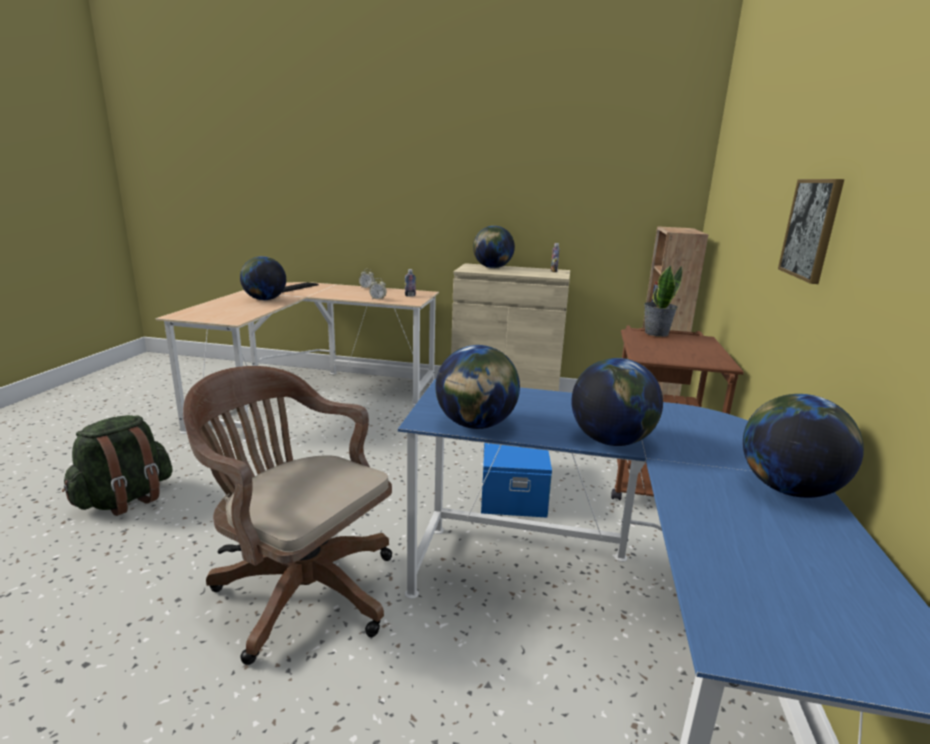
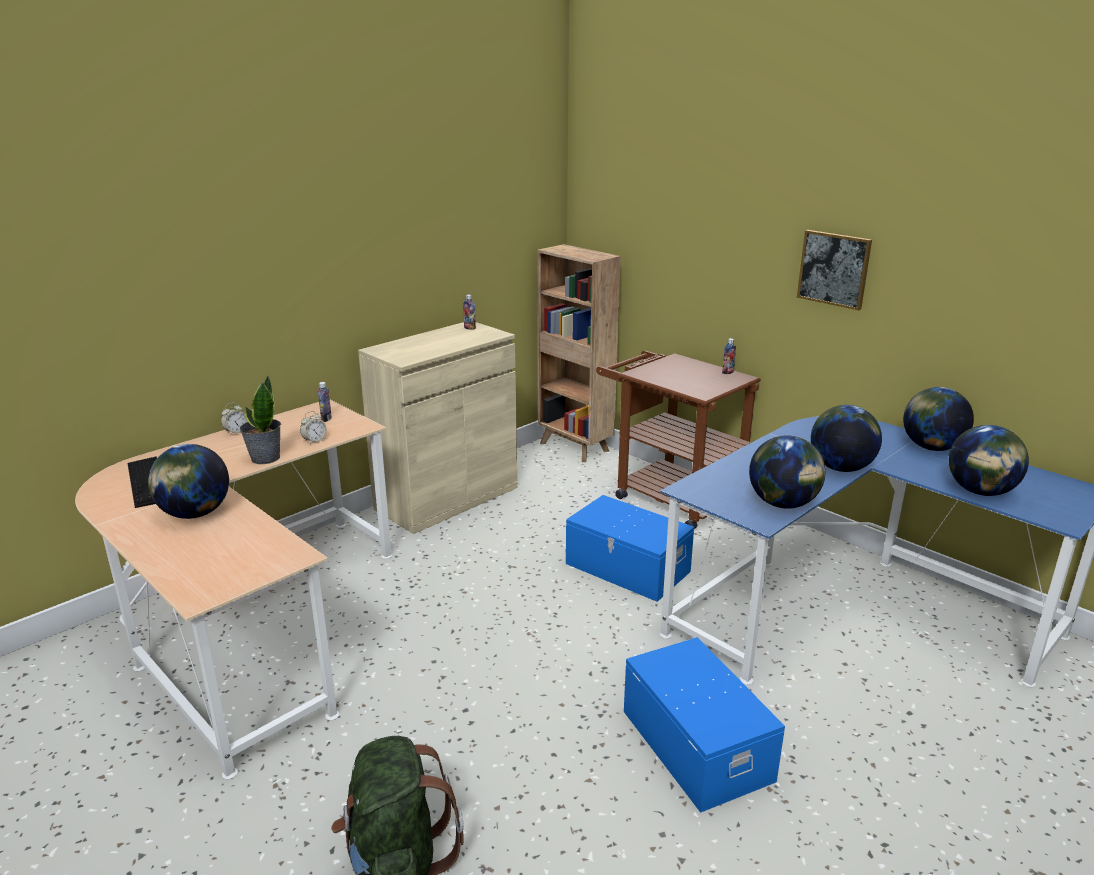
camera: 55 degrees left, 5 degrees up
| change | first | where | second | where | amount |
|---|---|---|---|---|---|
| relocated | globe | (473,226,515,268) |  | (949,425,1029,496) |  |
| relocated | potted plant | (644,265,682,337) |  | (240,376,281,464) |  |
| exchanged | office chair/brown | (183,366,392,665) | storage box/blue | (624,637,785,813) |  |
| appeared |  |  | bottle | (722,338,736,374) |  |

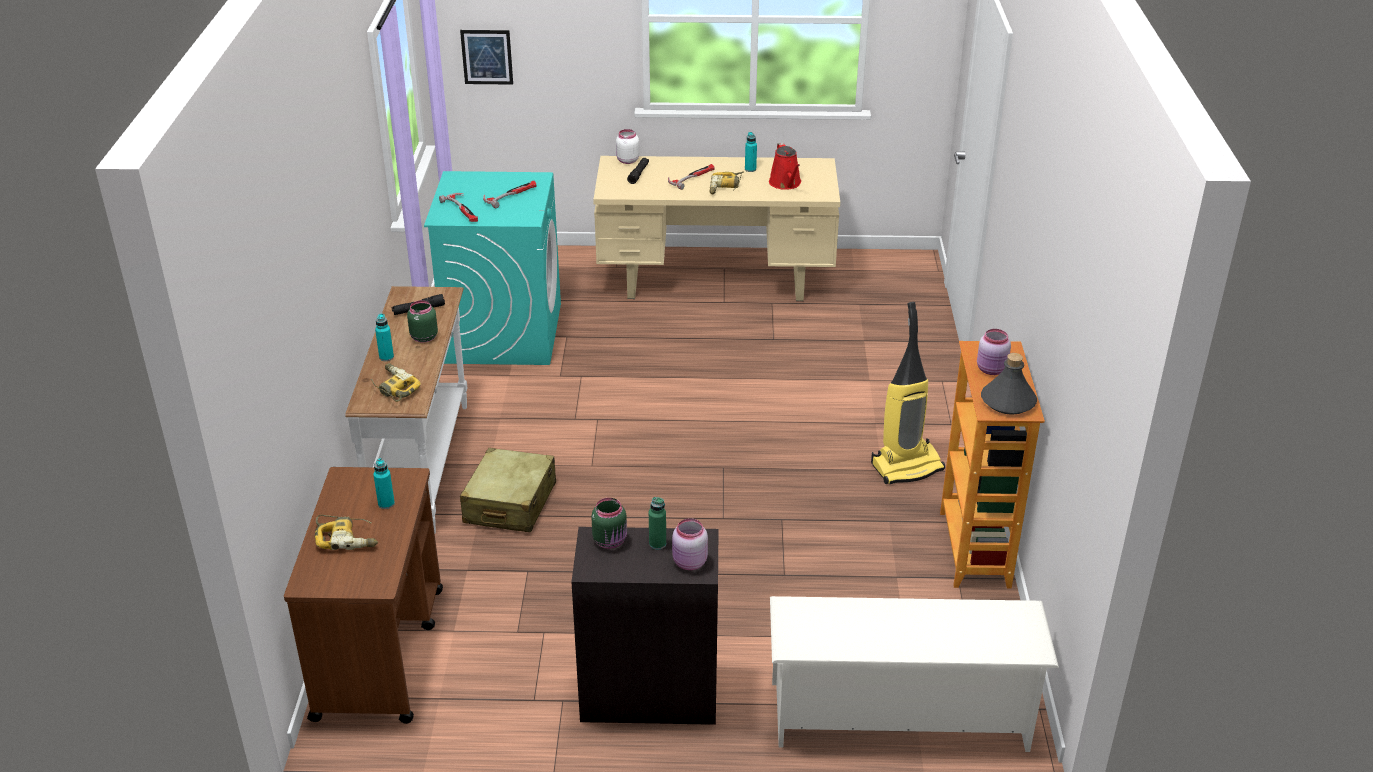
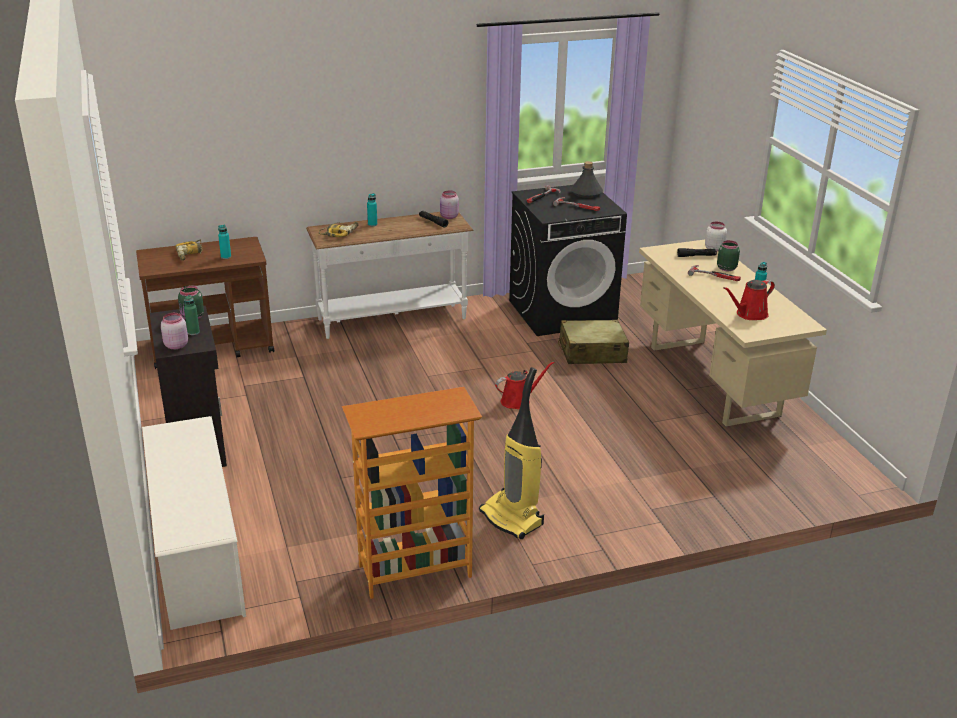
camera: 70 degrees right, 5 degrees down
| change | first | where | second | where | amount |
|---|---|---|---|---|---|
| missing | picture | (460,30,513,85) |  |  |  |
| colour | washing machine/turquoise | (424,171,561,365) | washing machine/black | (509,185,627,336) |  |
| missing | power drill | (709,171,744,194) |  |  |  |
| relocated | jar/green | (407,300,438,343) |  | (717,240,740,271) |  |
| relocated | jar/pink | (977,329,1011,375) |  | (440,190,459,219) |  |
| relocated | bottle/grey | (981,353,1037,415) |  | (571,161,603,198) |  |
| relocated | suitcase/beige | (460,448,556,532) |  | (558,320,629,364) |  |
| appeared |  |  | watering can/red | (495,361,554,409) |  |

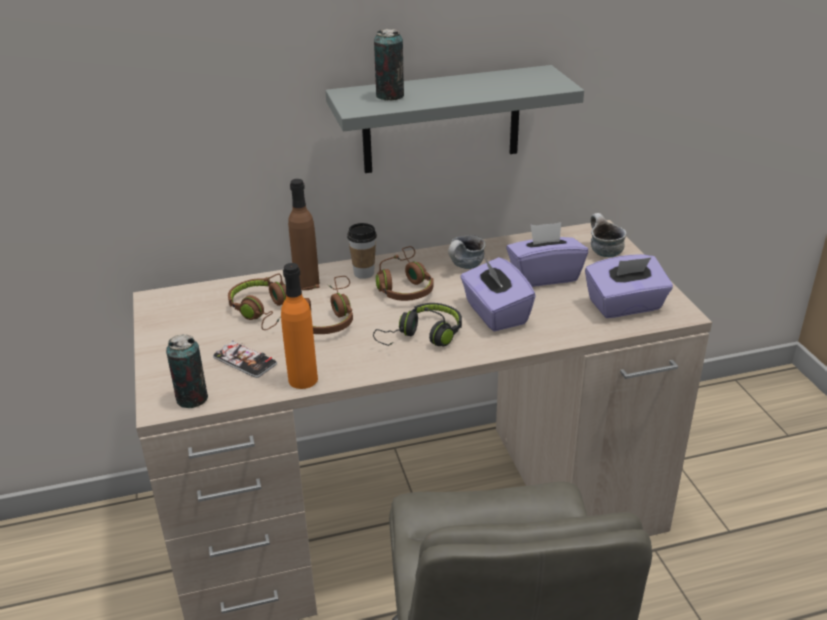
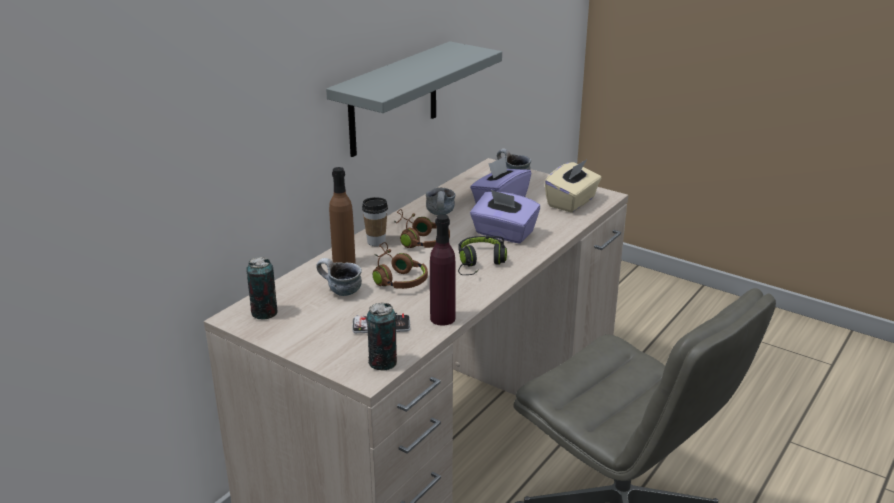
camera: 40 degrees left, 5 degrees down
| change | first | where | second | where | amount |
|---|---|---|---|---|---|
| relocated | can | (374,29,404,100) |  | (246,257,278,319) |  |
| colour | tissue box/purple | (585,254,673,318) | tissue box/beige | (544,160,601,213) |  |
| colour | bottle/orange | (281,263,318,389) | bottle/purple | (430,214,456,326) |  |
| exchanged | headphones/brown | (228,274,286,330) | mug | (316,258,362,296) |  |

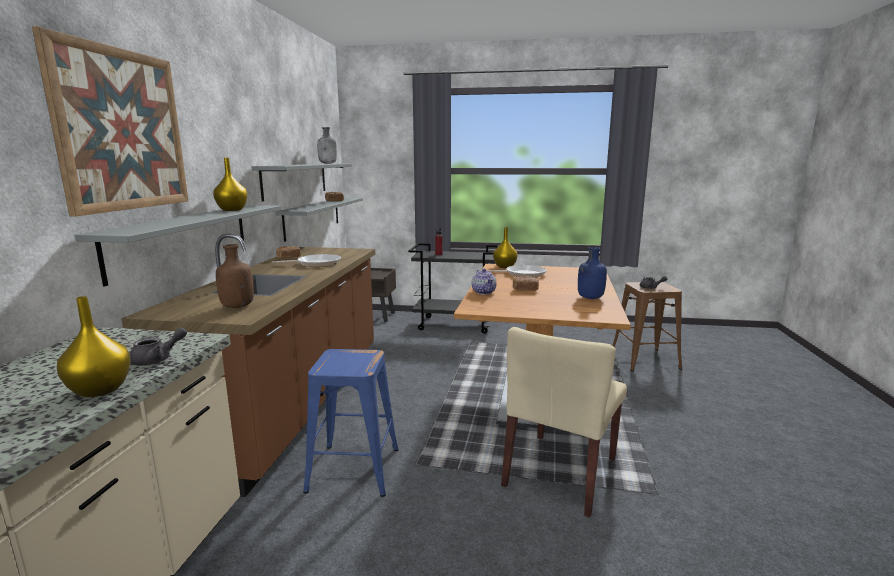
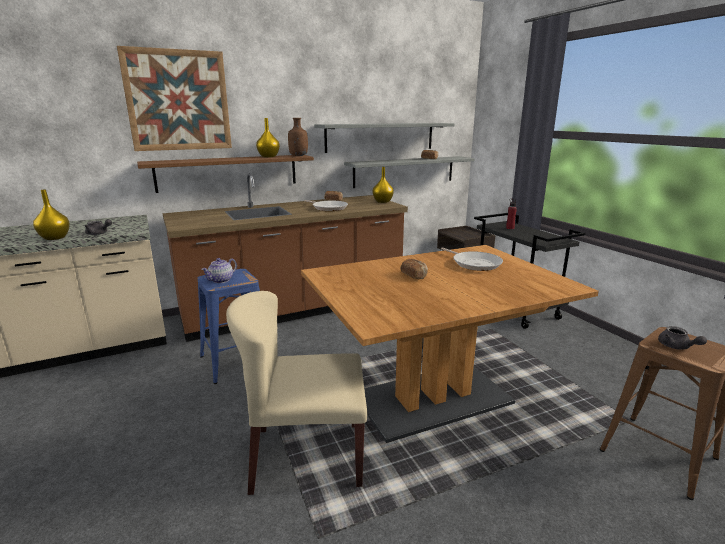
camera: 55 degrees right, 5 degrees up
| change | first | where | second | where | amount |
|---|---|---|---|---|---|
| missing | bottle/grey | (317,127,337,164) |  |  |  |
| colour | shelf/grey | (75,205,281,286) | shelf/brown | (137,155,314,193) |  |
| relocated | vase/yellow | (493,227,517,268) |  | (373,167,394,203) |  |
| relocated | bottle/brown | (216,244,254,308) |  | (288,118,308,156) |  |
| missing | bottle/blue | (578,247,607,299) |  |  |  |
| relocated | teapot | (472,269,497,295) |  | (201,258,237,283) |  |

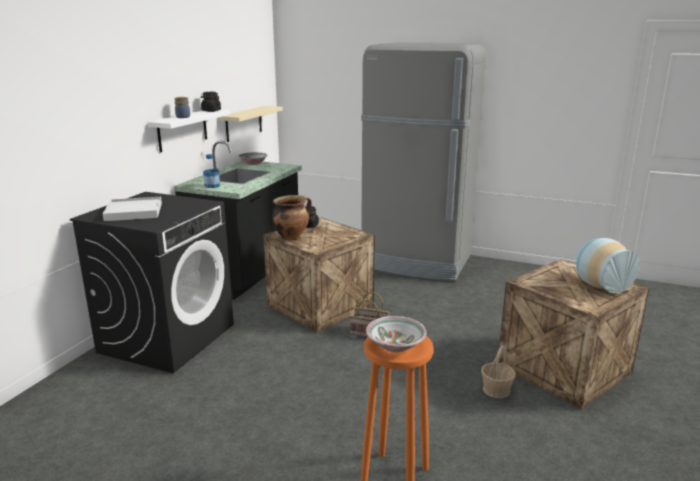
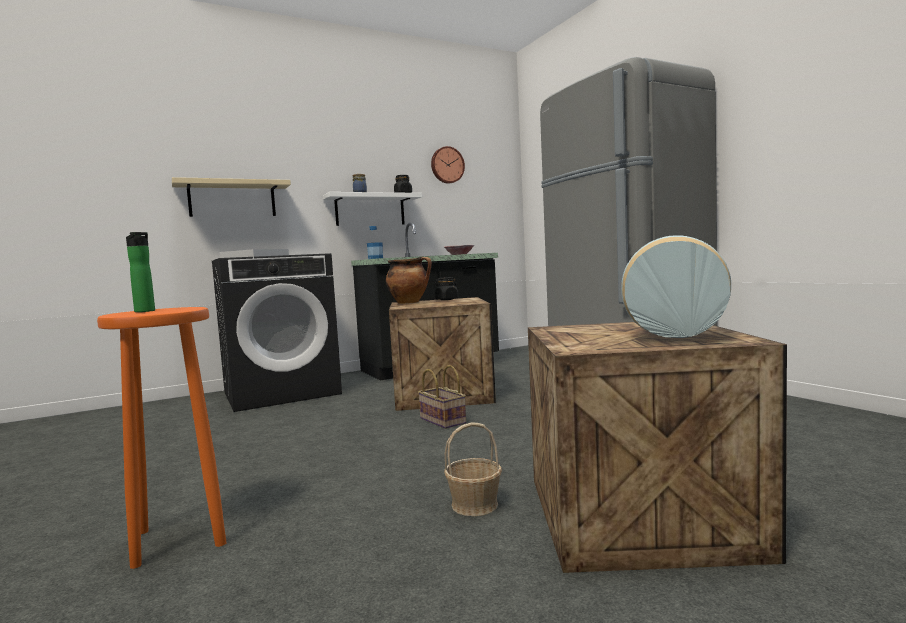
camera: 40 degrees right, 15 degrees down
| change | first | where | second | where | amount |
|---|---|---|---|---|---|
| relocated | shelf/beige | (219,106,283,142) |  | (172,177,291,217) |  |
| exchanged | bowl | (366,316,427,352) | bottle | (126,232,155,312) |  |
| appeared |  |  | wall clock | (431,146,465,184) |  |

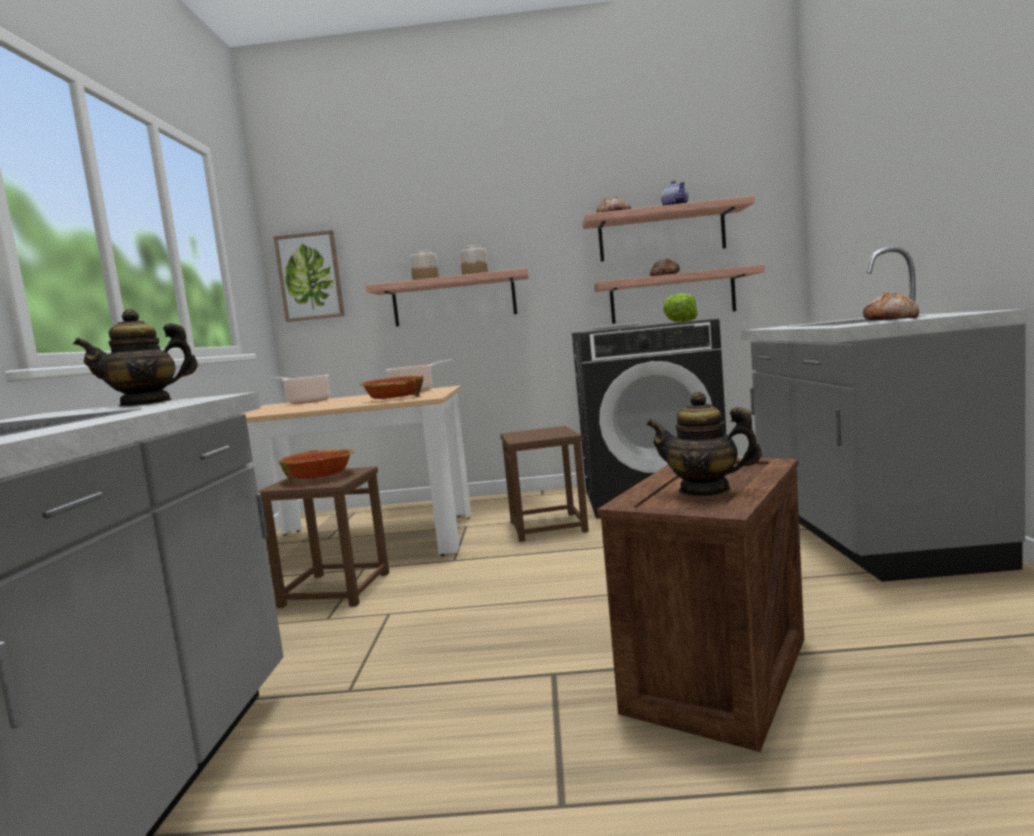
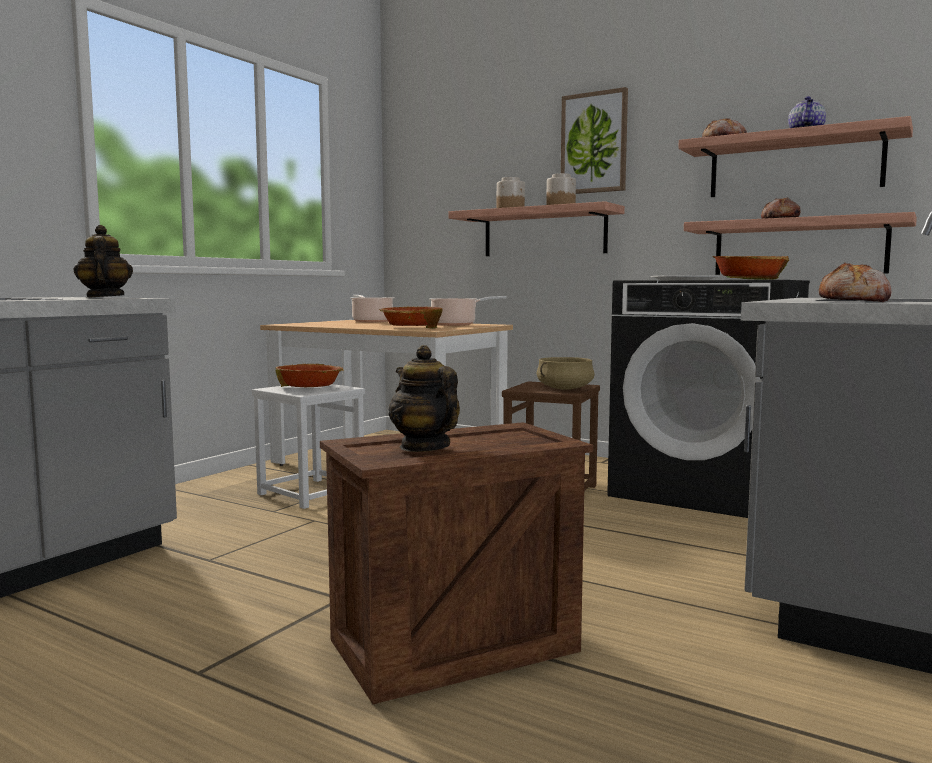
camera: 30 degrees right, 0 degrees up
| change | first | where | second | where | amount |
|---|---|---|---|---|---|
| relocated | picture | (274,230,345,322) |  | (561,87,628,194) |  |
| exchanged | lettuce | (663,293,698,322) | bowl | (712,256,789,280) |  |
| spun | teapot | (73,309,198,407) |  | (74,225,133,298) | 75 degrees clockwise |
| colour | stool/brown | (258,467,389,608) | stool/white | (252,384,365,509) |  |
| appeared |  |  | cooking pot/beige | (537,357,595,390) |  |

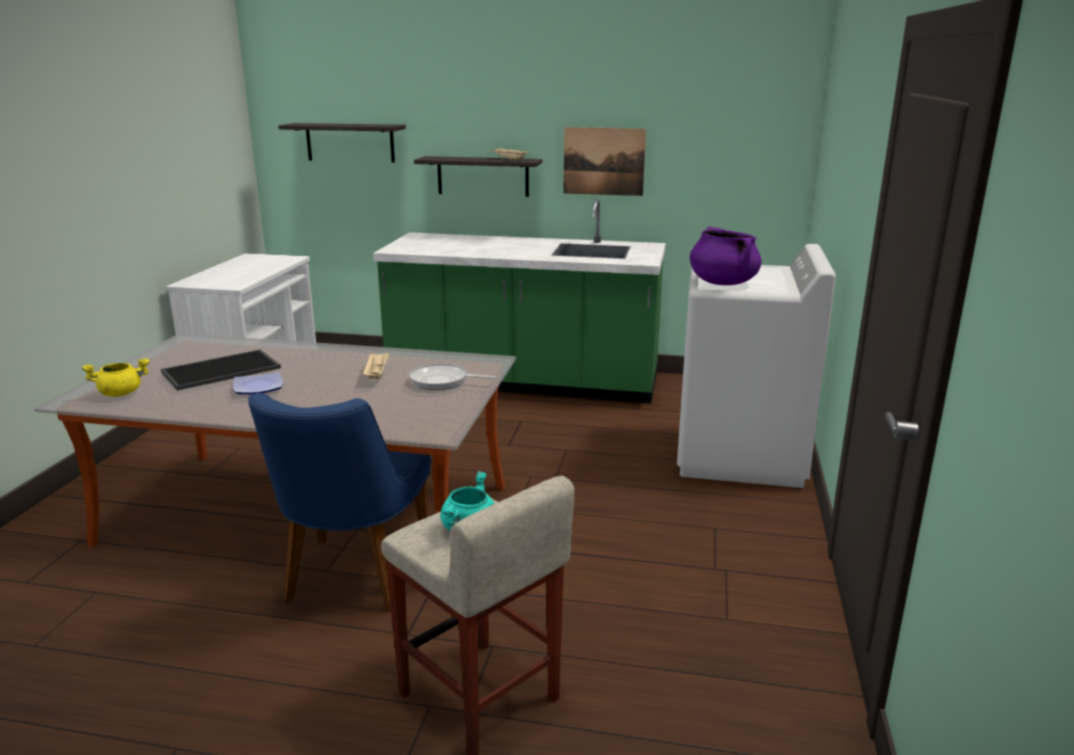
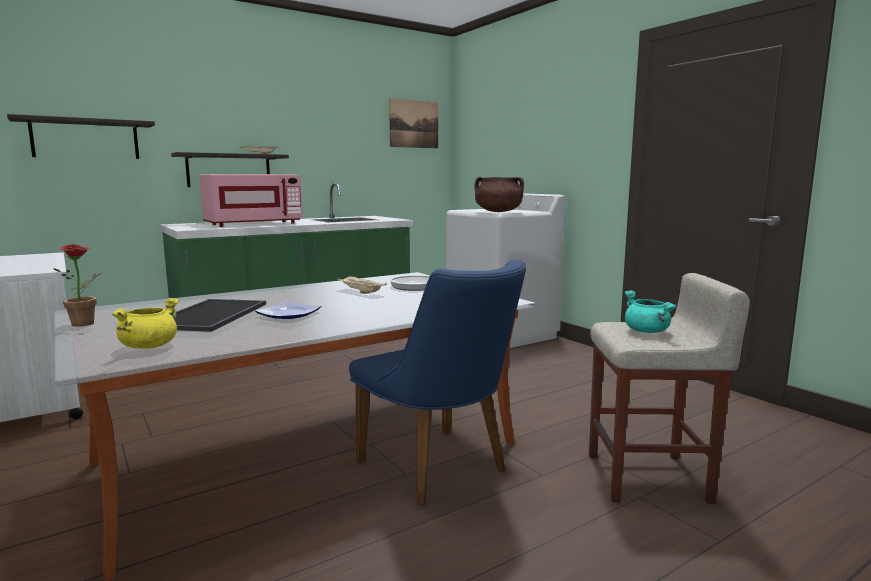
camera: 45 degrees left, 10 degrees down
| change | first | where | second | where | amount |
|---|---|---|---|---|---|
| relocated | picture | (563,127,646,196) |  | (389,98,438,149) |  |
| colour | cooking pot/purple | (690,226,762,285) | cooking pot/brown | (475,177,524,212) |  |
| appeared |  |  | microwave/pink | (200,174,302,227) |  |
| appeared |  |  | potted plant | (53,244,102,327) |  |

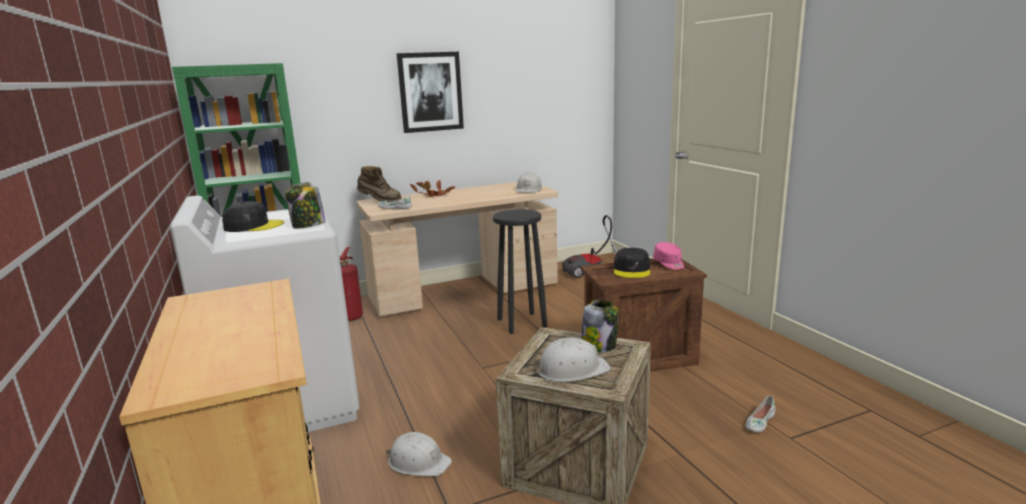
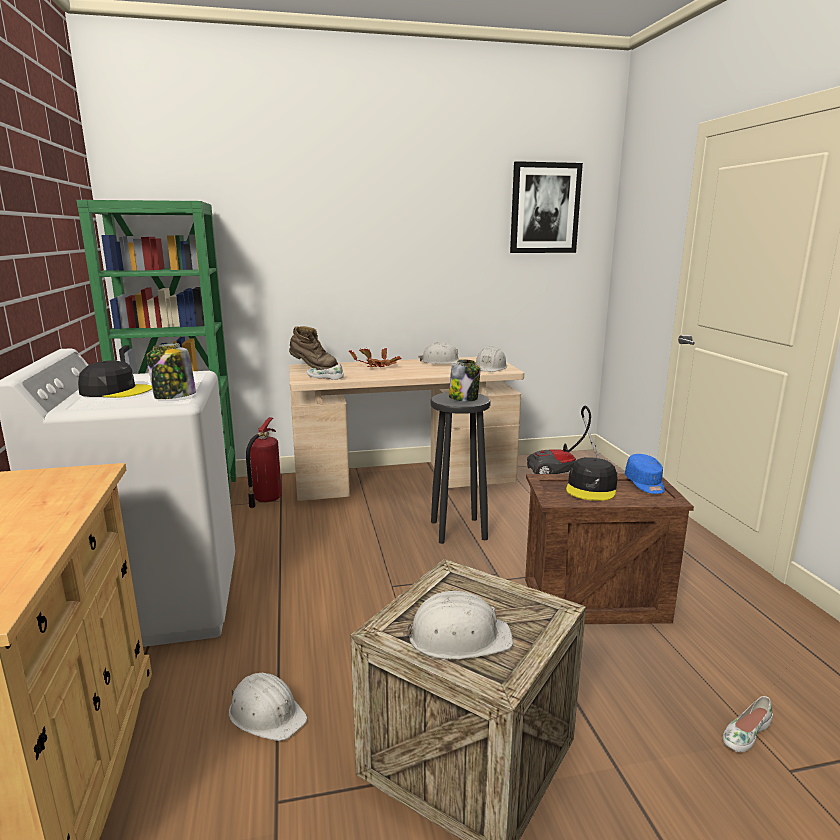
camera: 10 degrees right, 0 degrees up
| change | first | where | second | where | amount |
|---|---|---|---|---|---|
| relocated | picture | (397,52,464,133) |  | (510,161,583,253) |  |
| colour | cap/pink | (653,242,684,269) | cap/blue | (625,454,665,494) |  |
| relocated | jar | (581,300,619,352) |  | (449,359,480,401) |  |
| appeared |  |  | hard hat/white | (419,342,461,364) |  |

